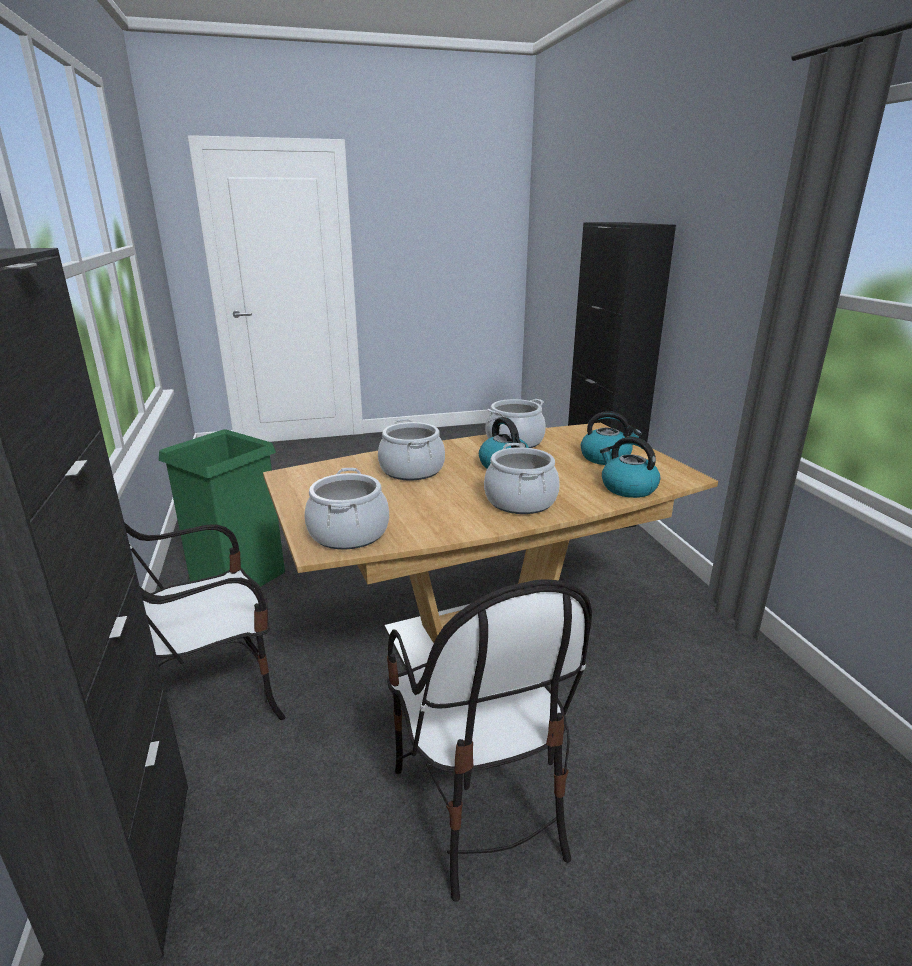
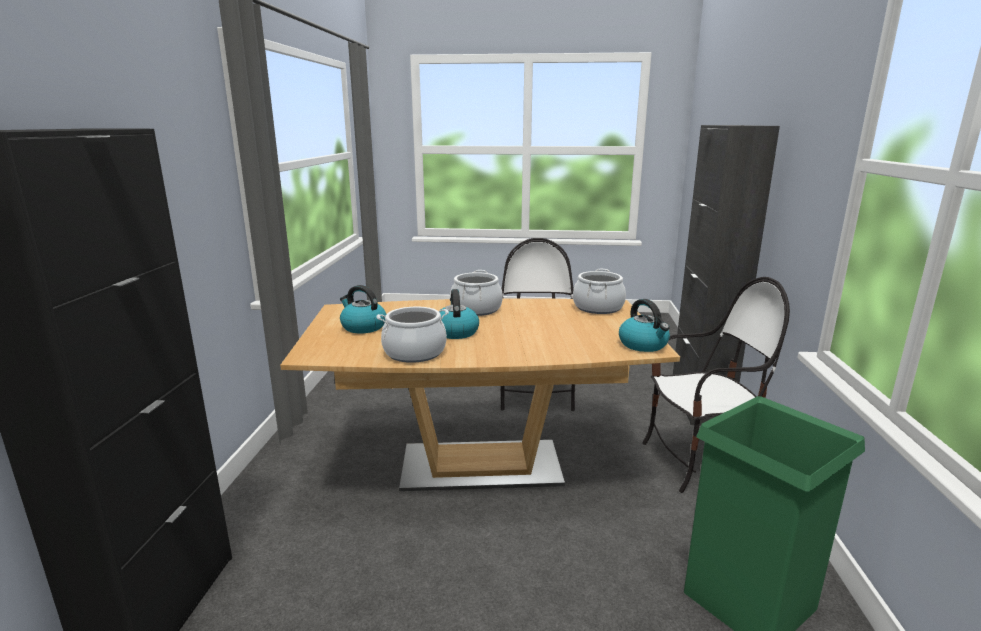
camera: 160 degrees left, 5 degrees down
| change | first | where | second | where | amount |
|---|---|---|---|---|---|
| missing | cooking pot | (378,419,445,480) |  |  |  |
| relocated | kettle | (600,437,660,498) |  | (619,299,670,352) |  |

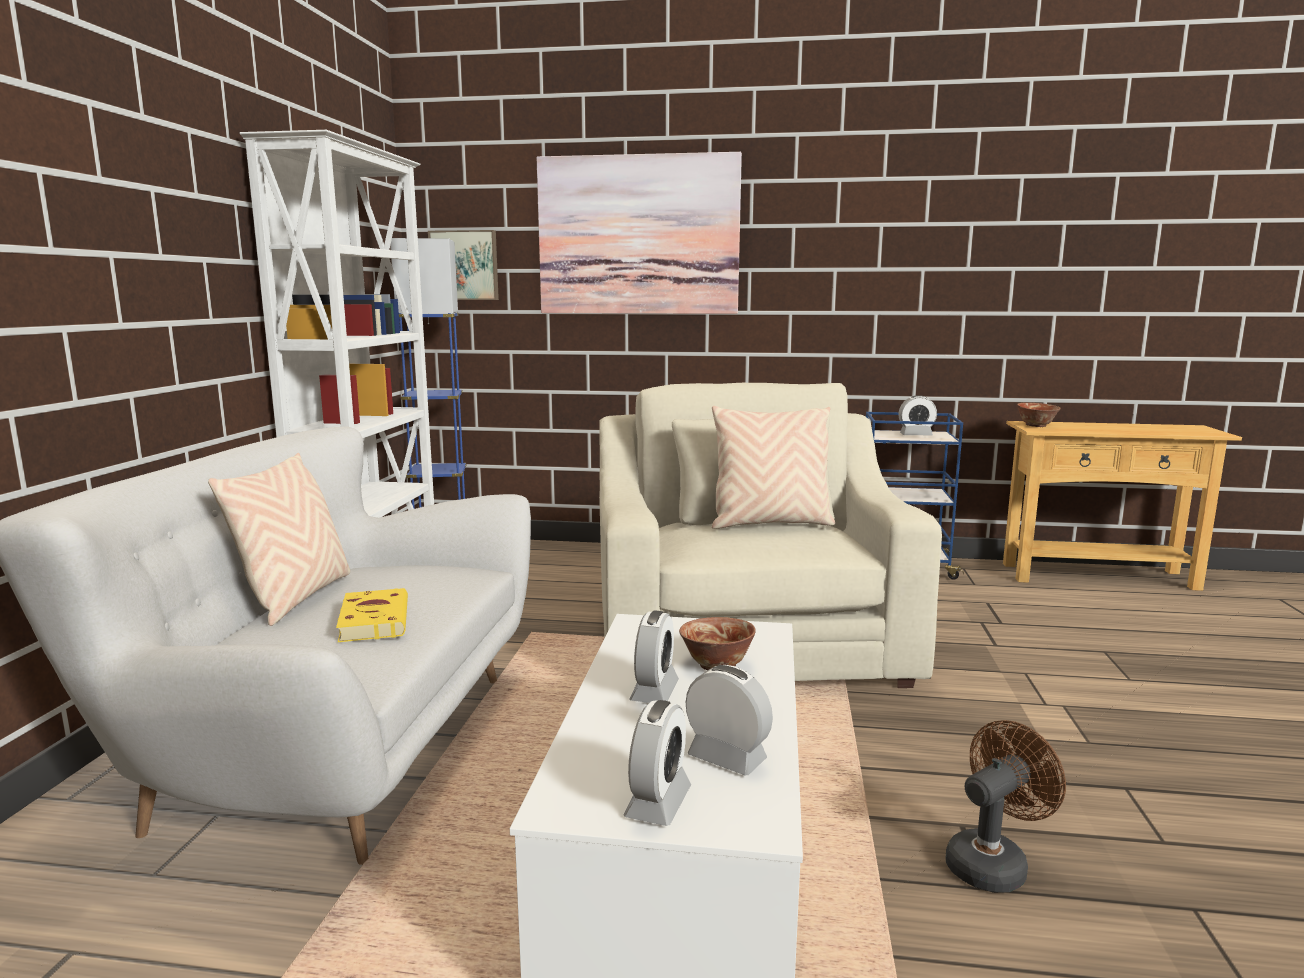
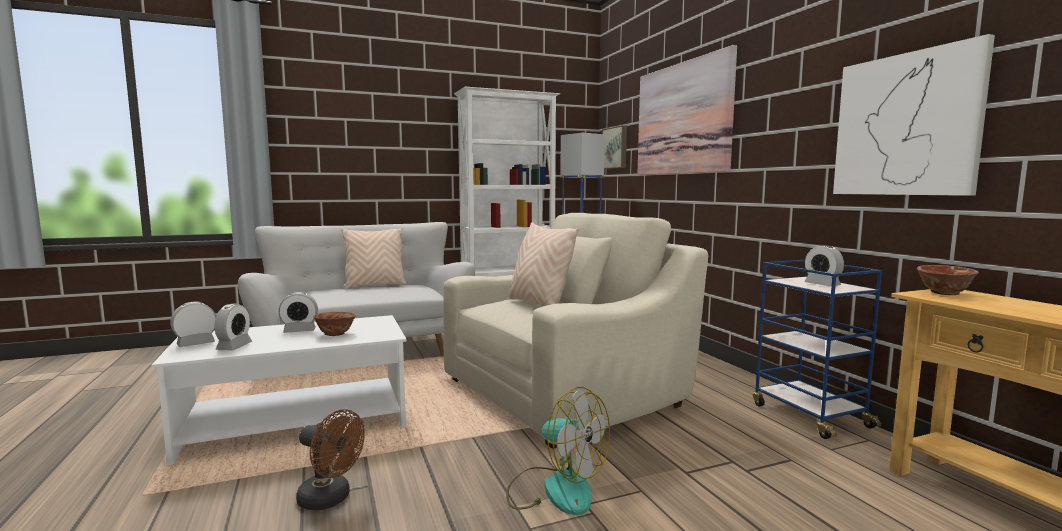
camera: 60 degrees right, 5 degrees down
| change | first | where | second | where | amount |
|---|---|---|---|---|---|
| missing | book/yellow | (336,588,408,642) |  |  |  |
| spun | alarm clock | (623,700,691,826) |  | (170,301,216,347) | 150 degrees clockwise |
| appeared |  |  | picture | (833,34,995,196) |  |
| appeared |  |  | fan | (506,387,610,515) |  |

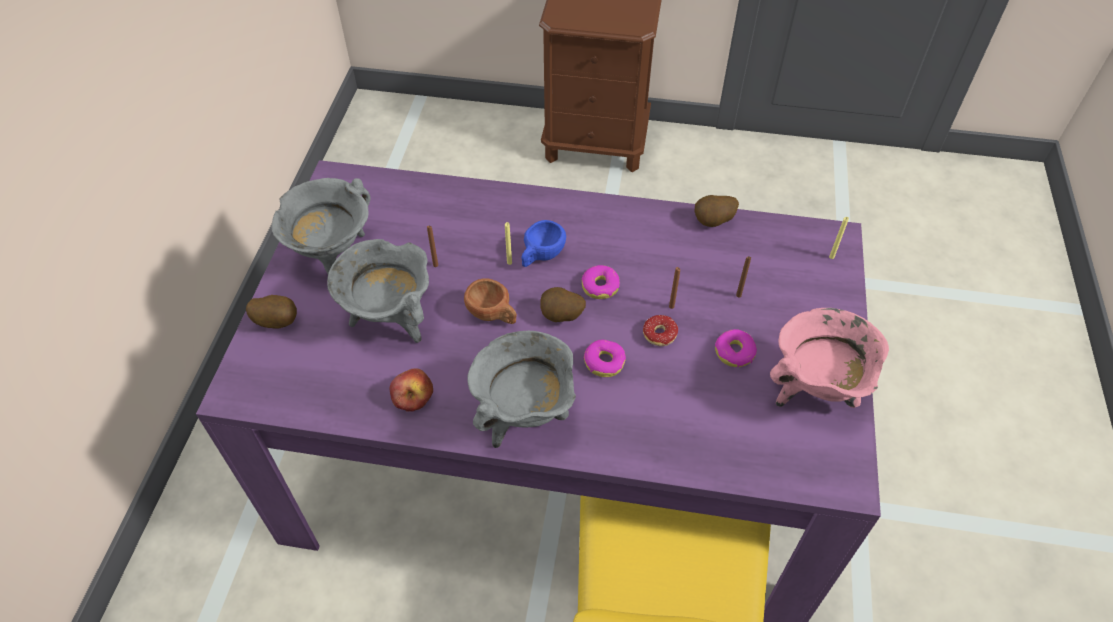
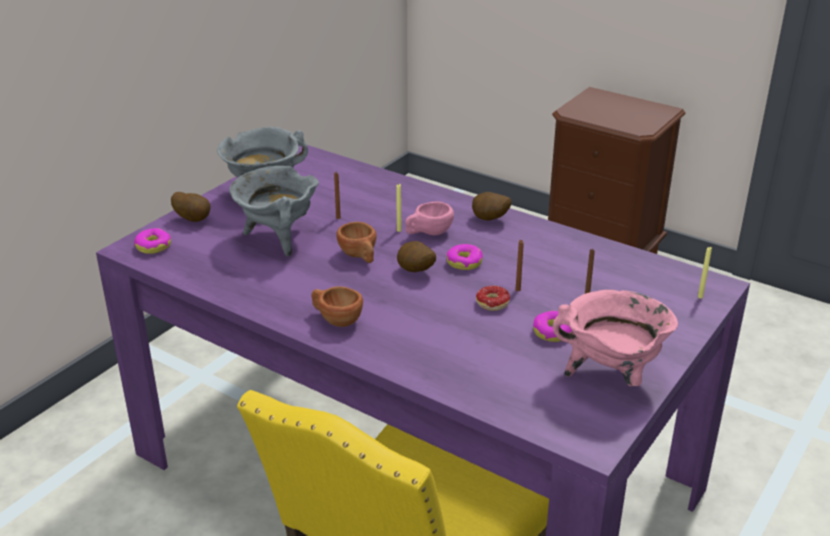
camera: 25 degrees right, 20 degrees down
| change | first | where | second | where | amount |
|---|---|---|---|---|---|
| relocated | potato | (694,195,739,227) |  | (472,192,511,221) |  |
| colour | cup/blue | (521,220,566,267) | cup/pink | (405,201,454,235) |  |
| exchanged | cooking pot/grey | (467,331,576,448) | cup/brown | (311,286,363,327) |  |
| relocated | donut | (583,339,626,377) |  | (134,228,171,254) |  |
| missing | apple | (390,368,433,412) |  |  |  |

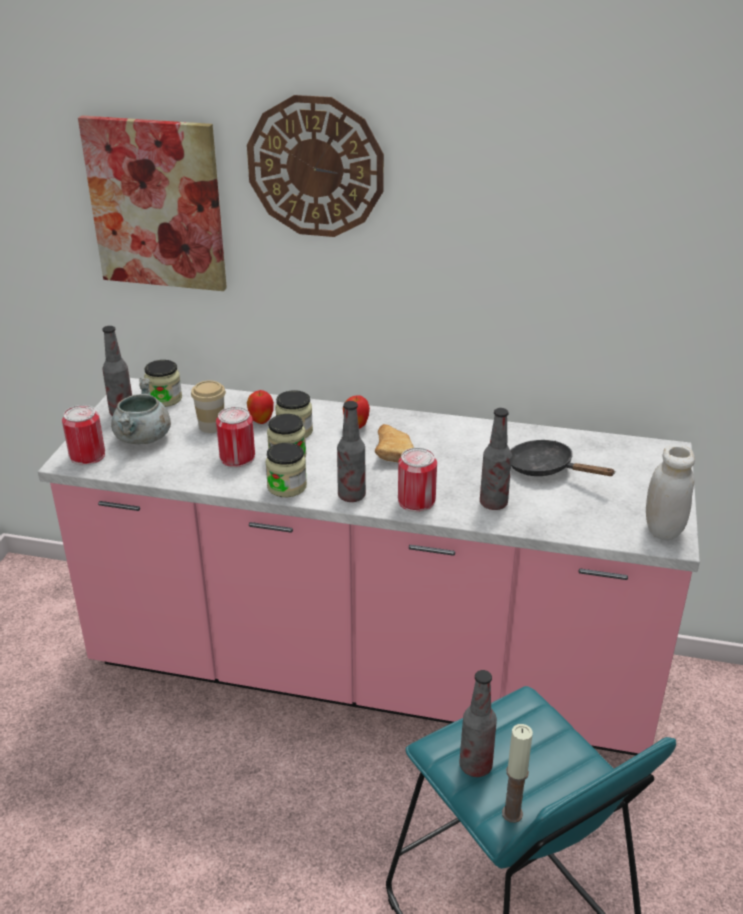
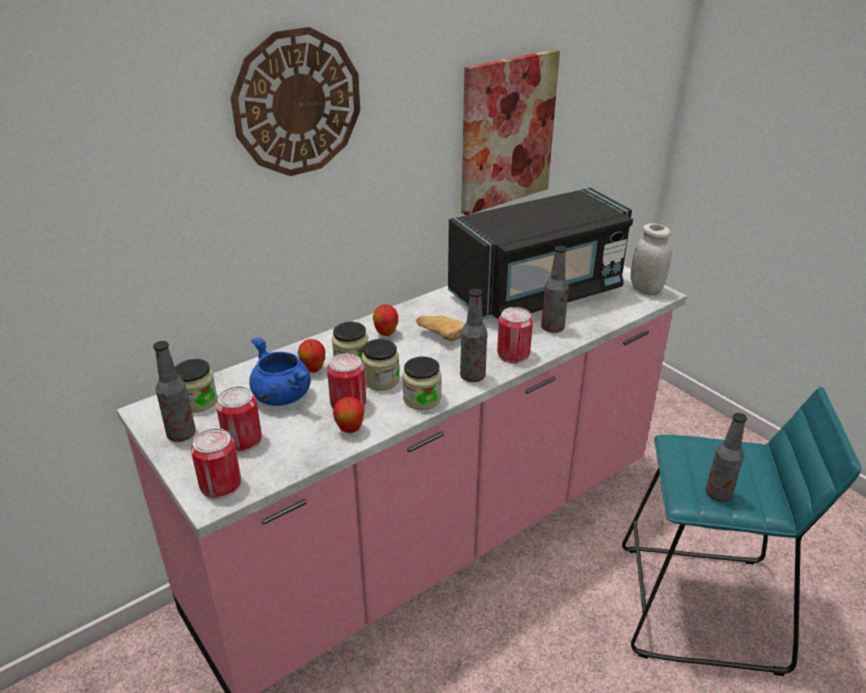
camera: 50 degrees left, 0 degrees up
| change | first | where | second | where | amount |
|---|---|---|---|---|---|
| relocated | picture | (78,115,227,291) |  | (461,49,560,215) |  |
| exchanged | cooking pot/grey | (111,378,171,444) | can | (216,386,262,452) |  |
| exchanged | cup | (191,381,226,433) | cooking pot/blue | (249,337,311,406) |  |
| exchanged | frying pan/black | (510,440,616,476) | microwave/black | (448,188,633,320) |  |
| missing | candle | (502,724,533,823) |  |  |  |
| appeared |  |  | apple | (333,397,365,433) |  |

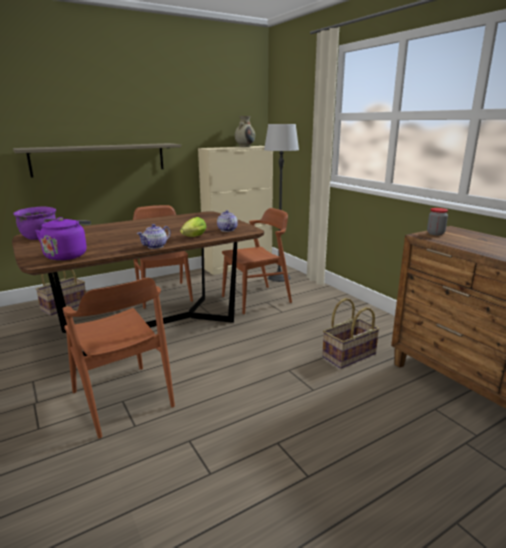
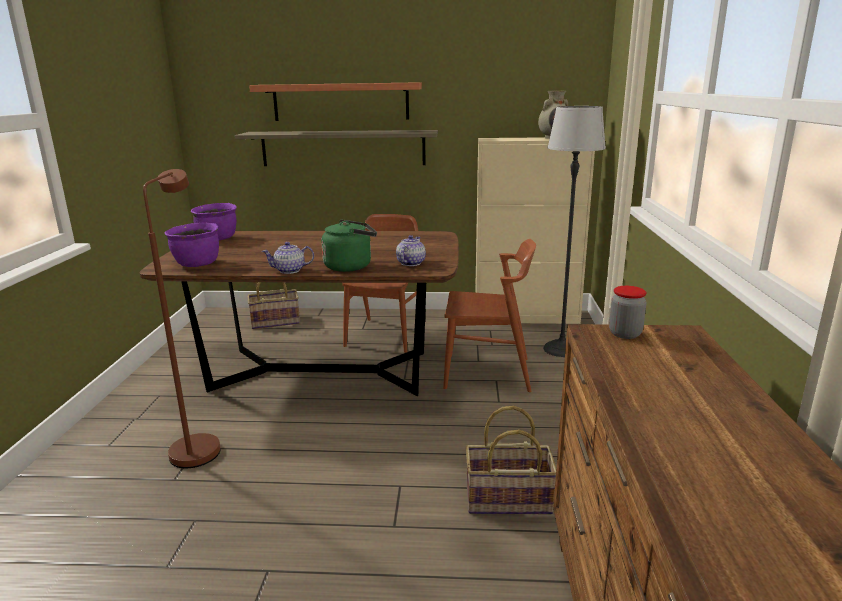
camera: 35 degrees right, 0 degrees up
| change | first | where | second | where | amount |
|---|---|---|---|---|---|
| exchanged | kettle/purple | (35,217,91,260) | cooking pot/purple | (165,222,219,267) |  |
| exchanged | lettuce | (180,217,206,237) | kettle/green | (321,220,377,272) |  |
| exchanged | chair/brown | (63,278,175,439) | floor lamp/brown | (143,169,221,468) |  |
| appeared |  |  | shelf | (249,82,422,121) |  |

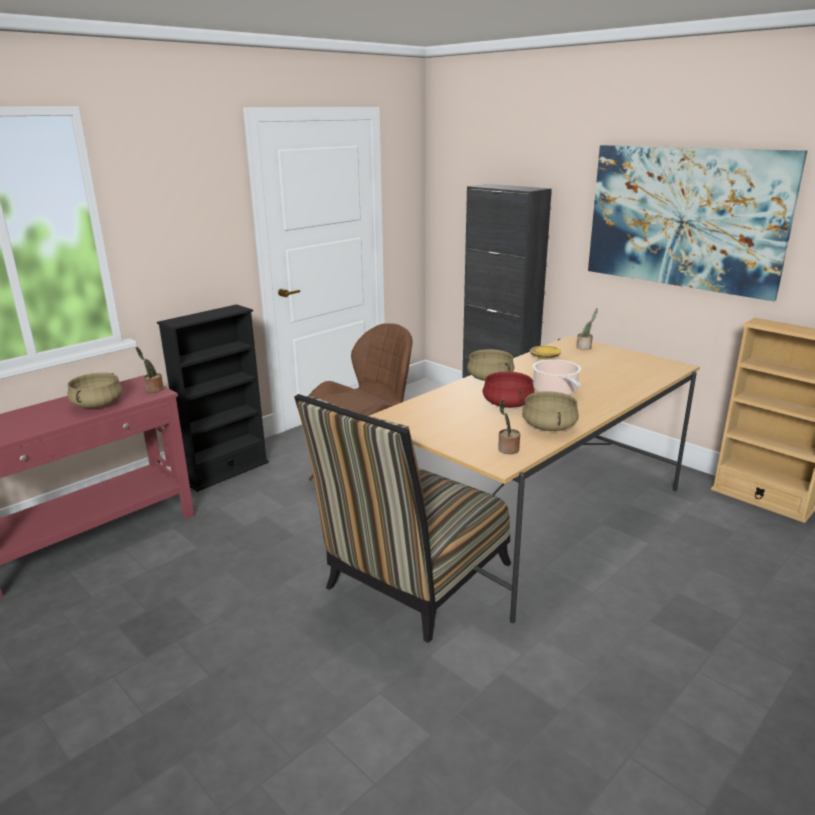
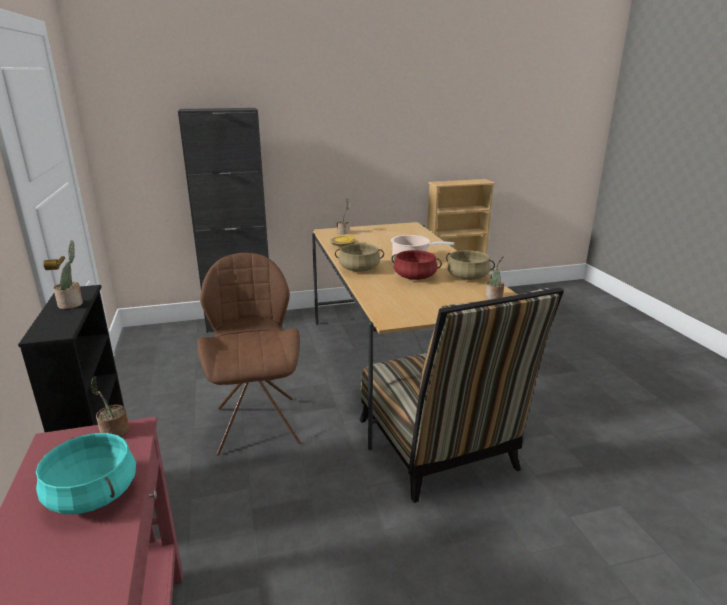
camera: 60 degrees left, 0 degrees up
| change | first | where | second | where | amount |
|---|---|---|---|---|---|
| missing | picture | (588,145,807,301) |  |  |  |
| colour | cooking pot/beige | (67,373,123,408) | cooking pot/turquoise | (36,433,136,514) |  |
| appeared |  |  | potted plant | (53,240,83,309) |  |

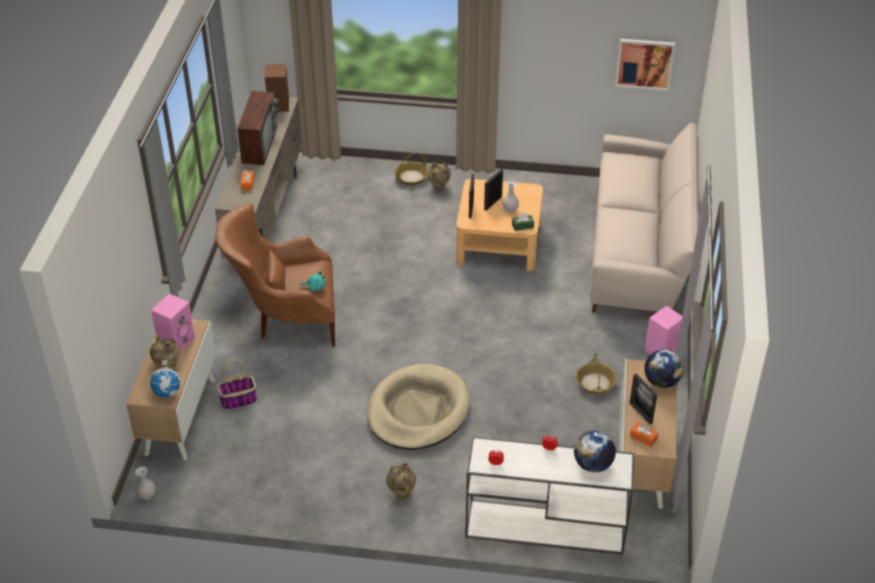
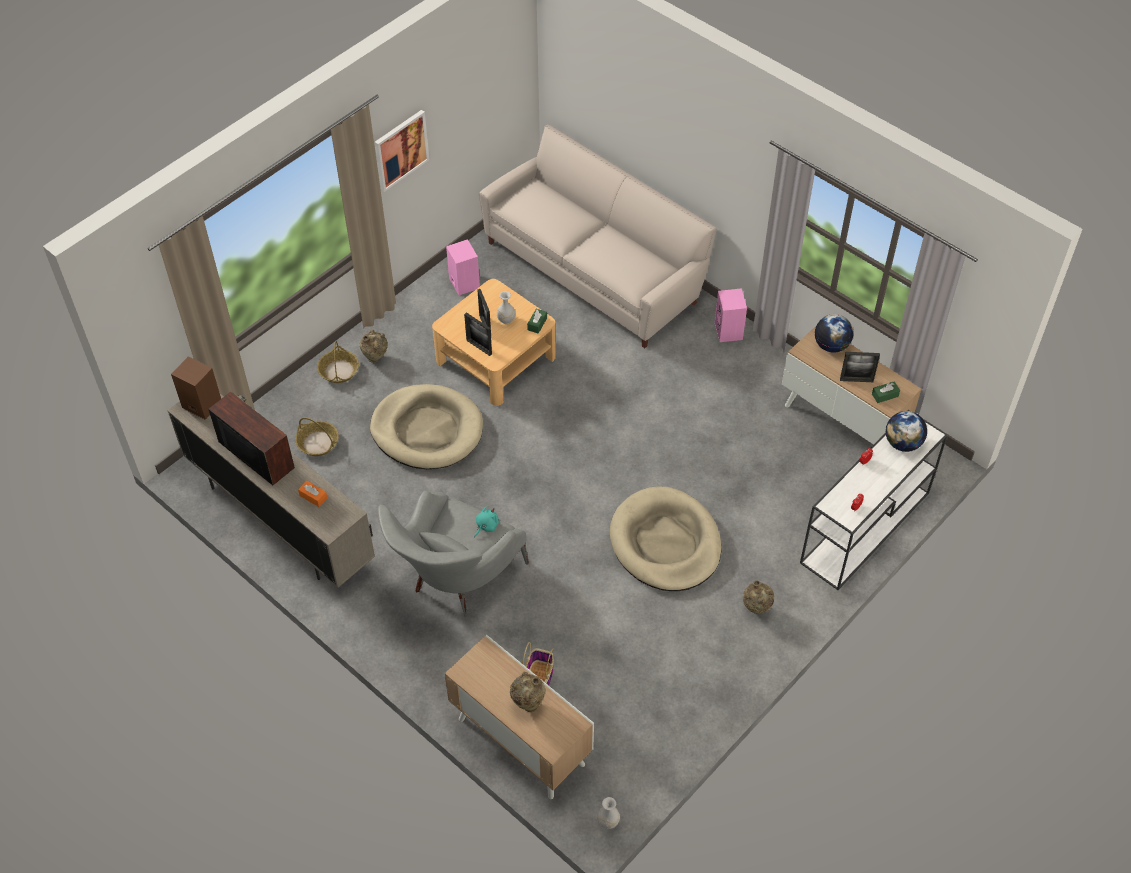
camera: 55 degrees left, 10 degrees up
| change | first | where | second | where | amount |
|---|---|---|---|---|---|
| relocated | picture | (615,39,675,91) |  | (375,110,429,192) |  |
| colour | armchair/brown | (216,203,335,347) | armchair/grey | (378,491,529,617) |  |
| relocated | speaker/pink | (151,294,195,352) |  | (446,239,480,295) |  |
| relocated | basket | (576,353,617,394) |  | (295,417,339,456) |  |
| missing | globe | (148,359,182,398) |  |  |  |
| colour | tissue box/orange | (630,422,658,447) | tissue box/green | (872,381,900,403) |  |
| appeared |  |  | dog bed/beige | (370,384,483,469) |  |

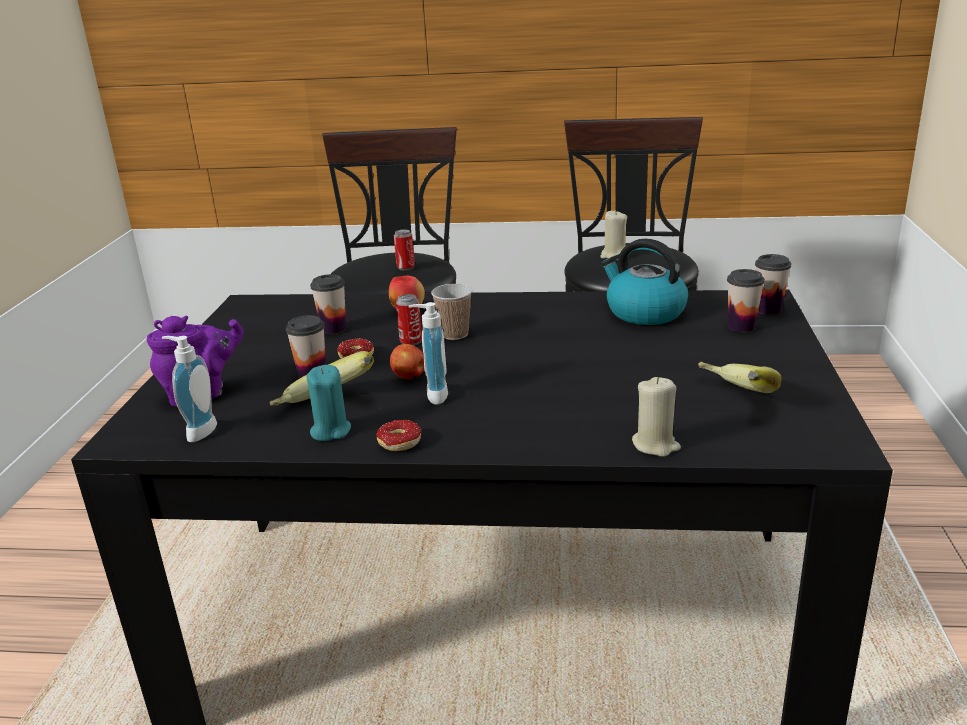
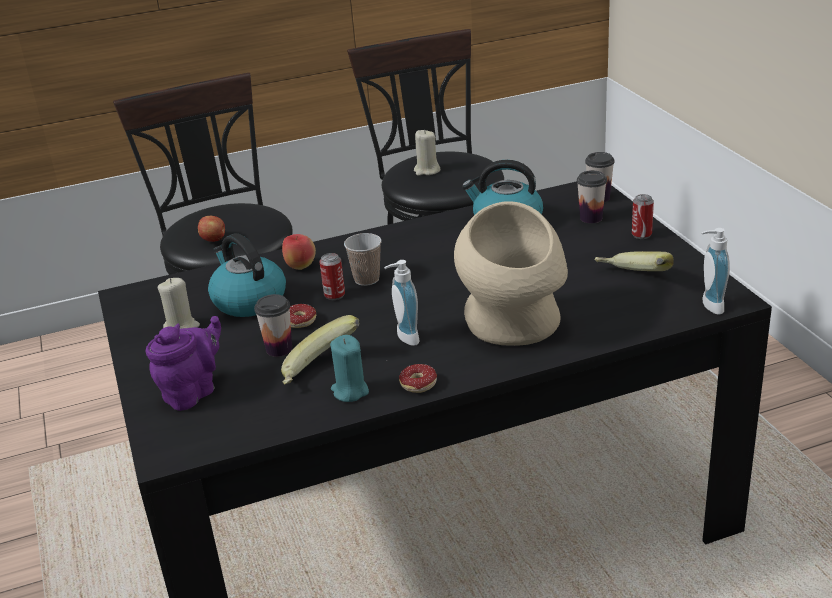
camera: 25 degrees left, 5 degrees up
| change | first | where | second | where | amount |
|---|---|---|---|---|---|
| relocated | can | (394,229,415,271) |  | (632,194,654,239) |  |
| exchanged | cup | (310,274,346,334) | kettle | (208,233,286,317) |  |
| relocated | soap dispenser | (162,336,217,442) |  | (702,228,730,314) |  |
| relocated | apple | (390,344,424,379) |  | (198,216,225,242) |  |
| relocated | candle/beige | (632,377,681,457) |  | (158,278,200,329) |  |
| appeared |  |  | vase/beige | (454,202,568,346) |  |

